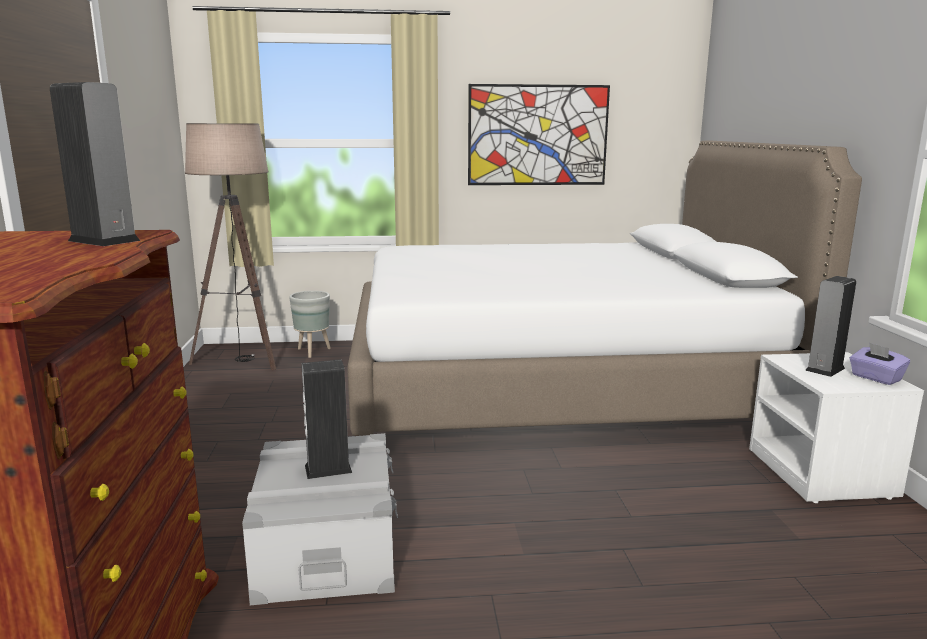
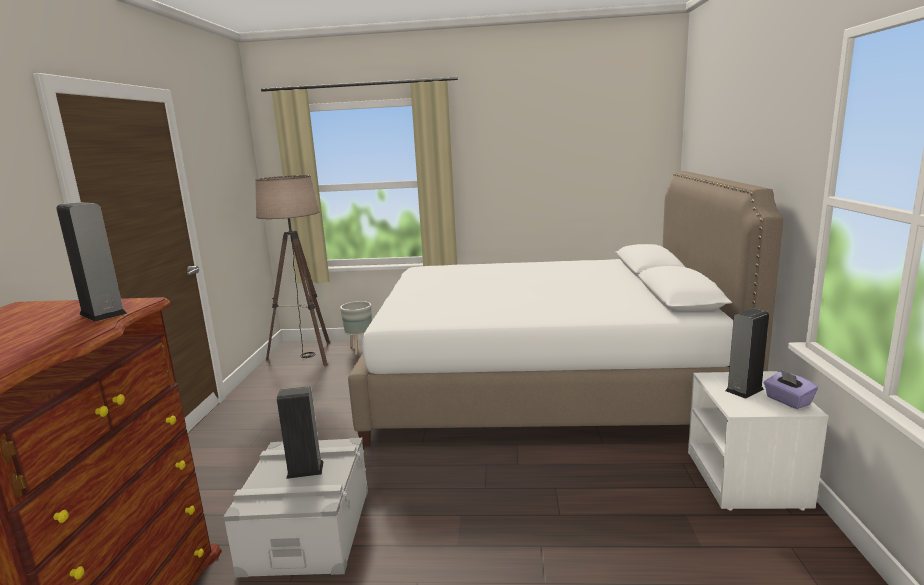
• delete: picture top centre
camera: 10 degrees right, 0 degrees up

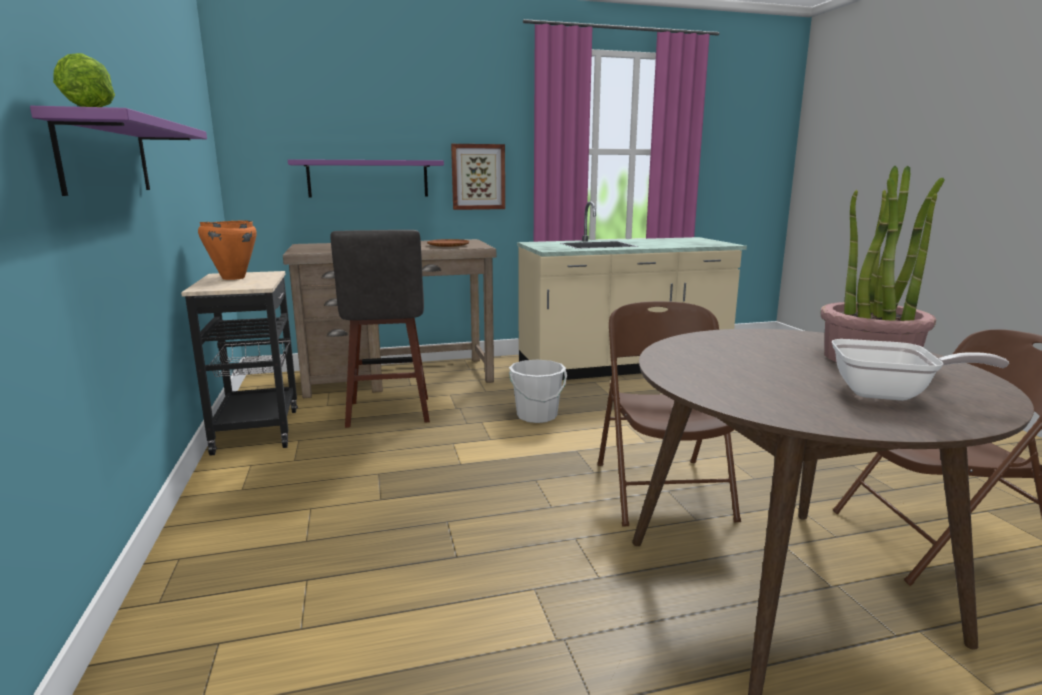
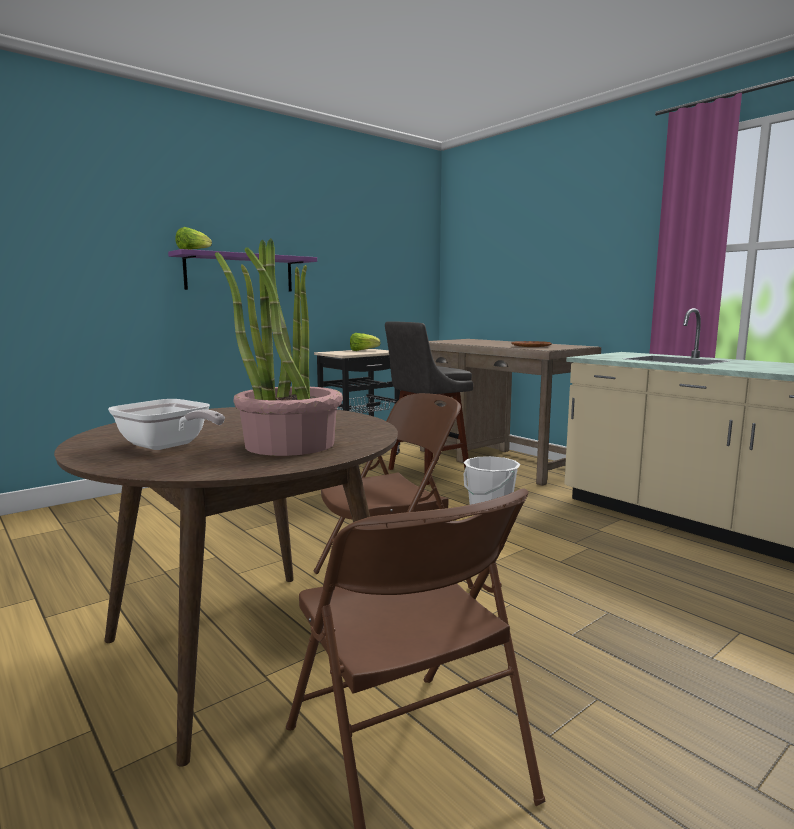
• delete: shelf in purple (2nd from left) top centre
• delete: picture top centre
• replace: cooking pot in orange middle left to lettuce (2nd from left) centre
• rotate: frying pan middle right = middle left 45 degrees counterclockwise
camera: 65 degrees right, 5 degrees down

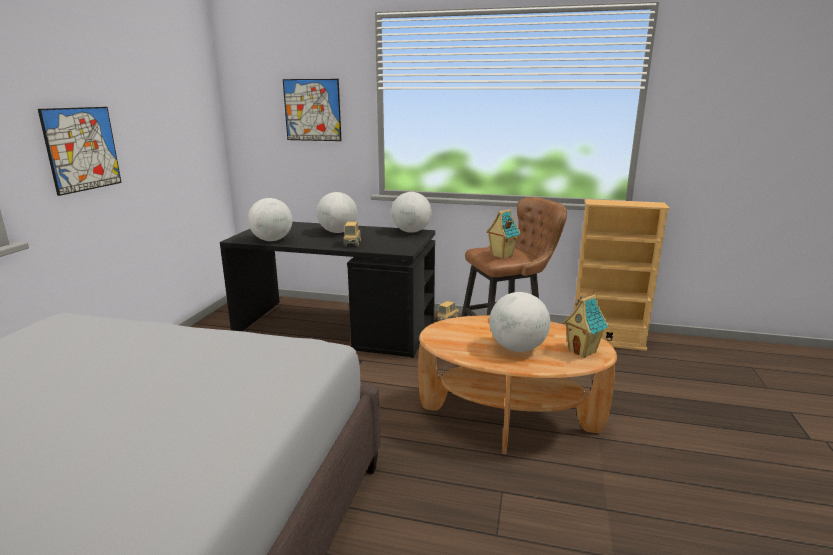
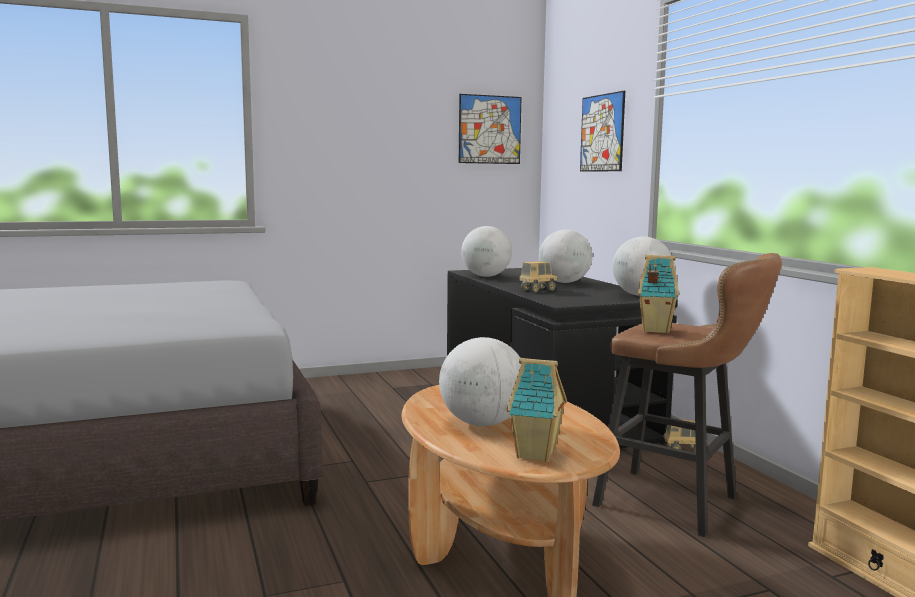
• move: picture (1st from left) top left to top centre
camera: 55 degrees right, 10 degrees down

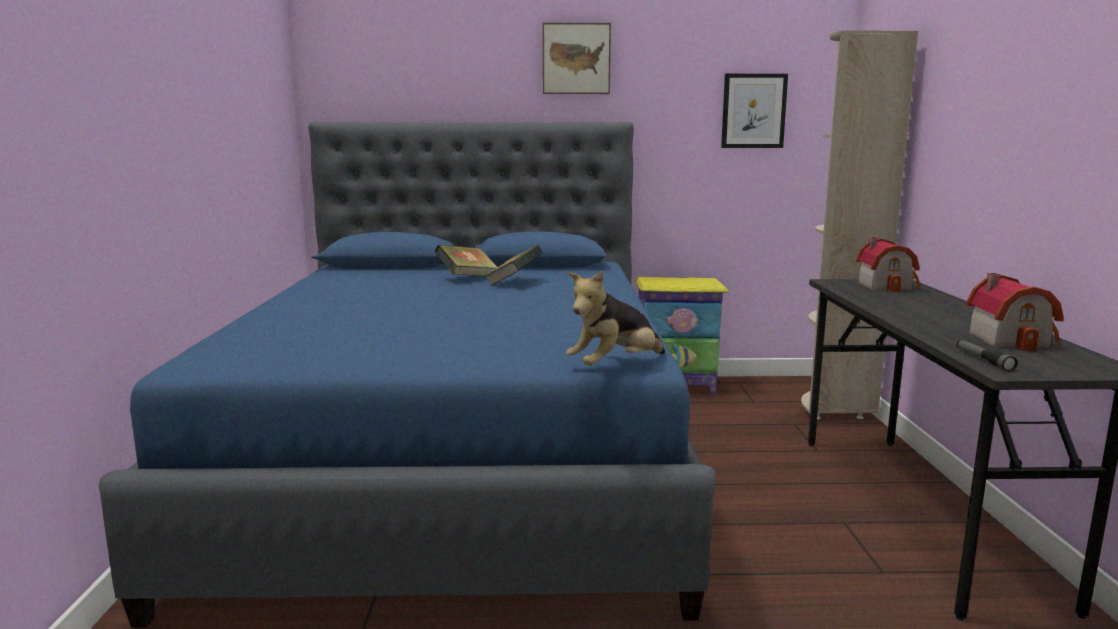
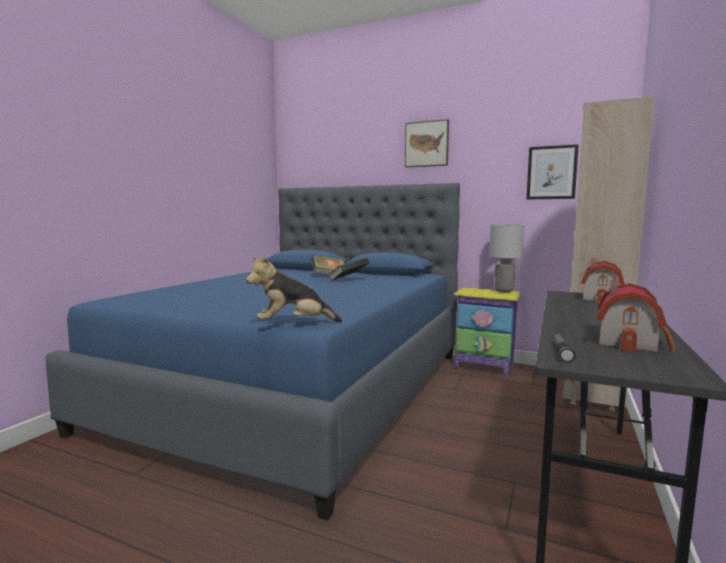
• insert: table lamp in grey middle right
camera: 25 degrees right, 5 degrees down

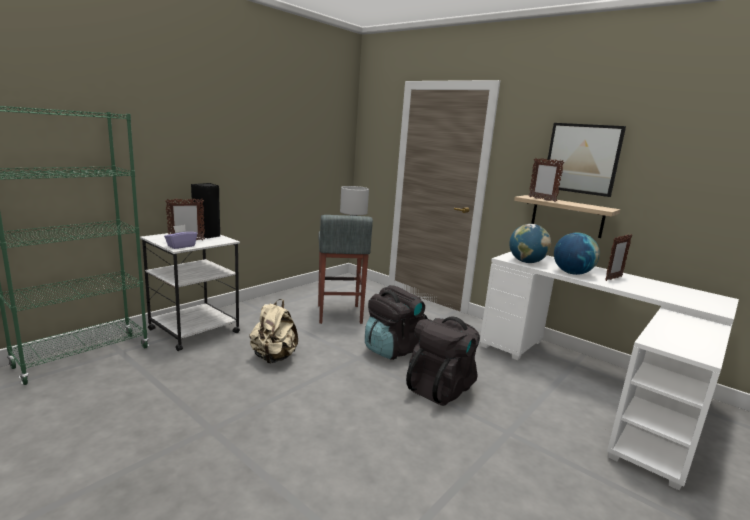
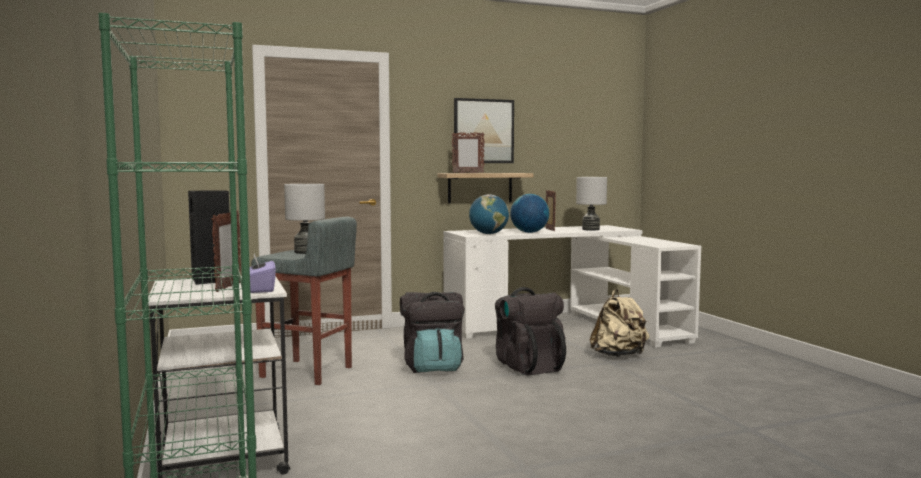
• insert: table lamp in grey (2nd from left) centre
• move: backpack in beige centre to bottom right
camera: 60 degrees left, 10 degrees down

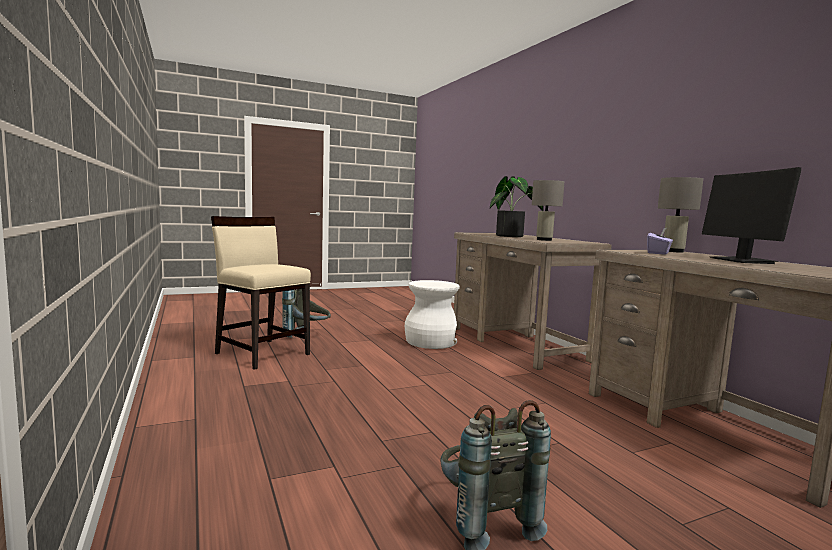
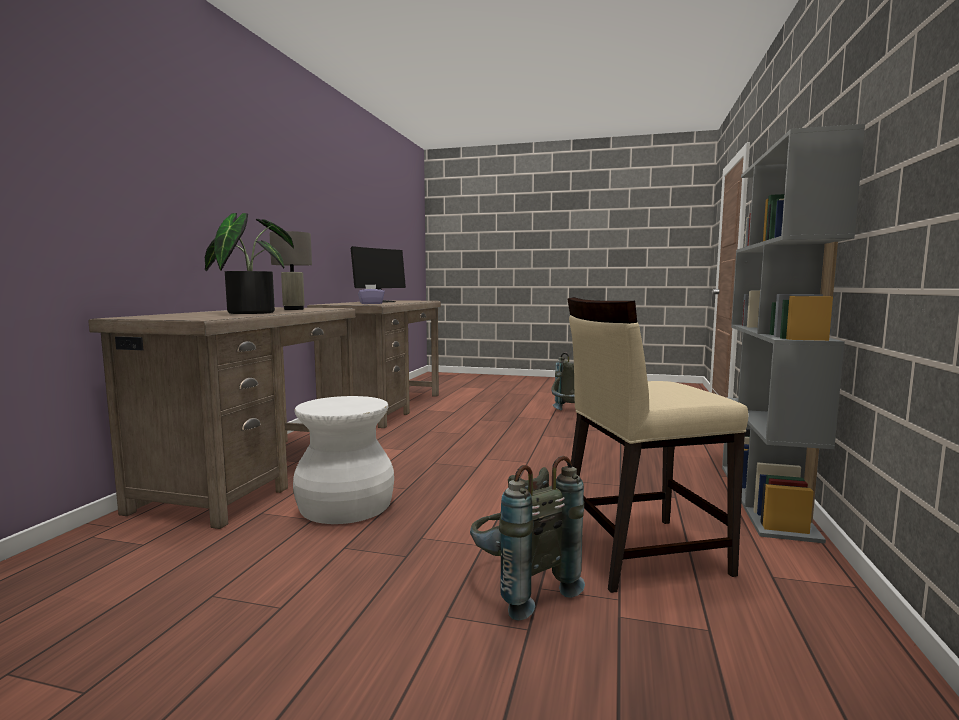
• delete: table lamp in grey (2nd from left) middle right
• insert: bookcase in grey middle right
• rotate: chair in beige middle left = middle right 90 degrees clockwise
camera: 140 degrees left, 0 degrees up

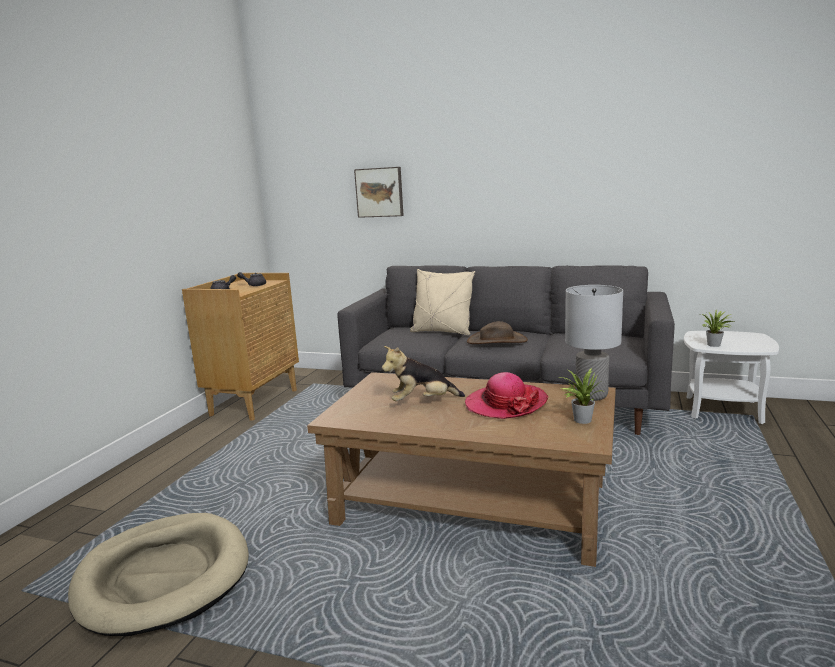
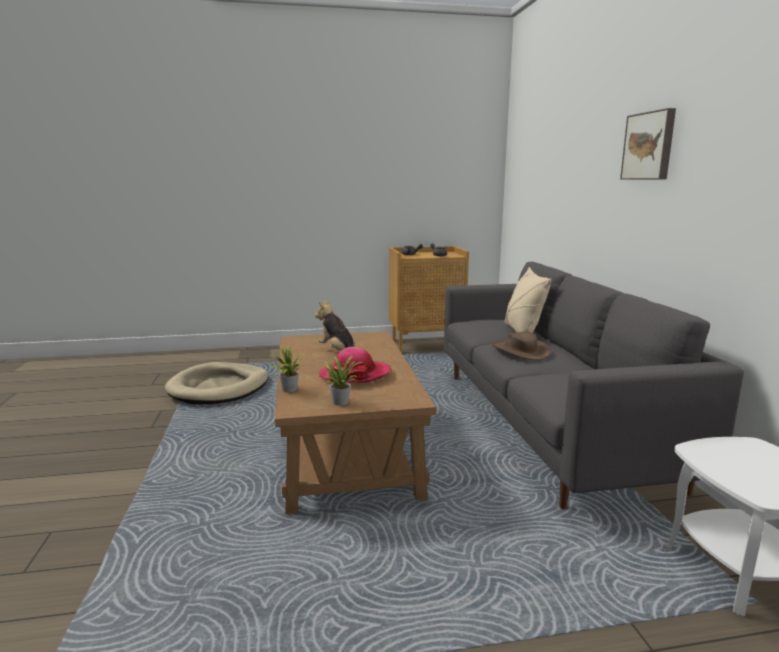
• delete: table lamp in grey middle right
• move: picture top centre to top right
• move: potted plant (2nd from left in the first image) middle right to potted plant (1st from left) centre
camera: 60 degrees right, 0 degrees up

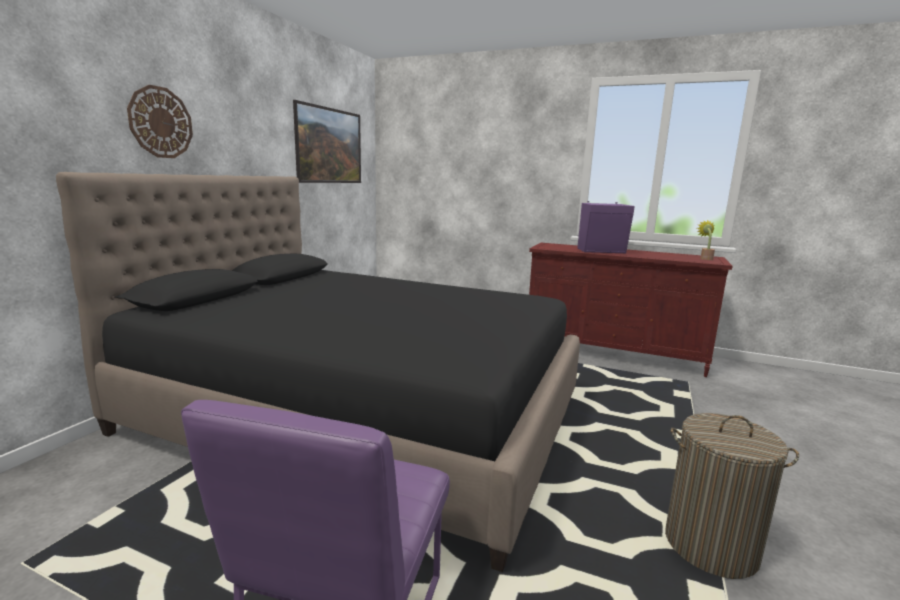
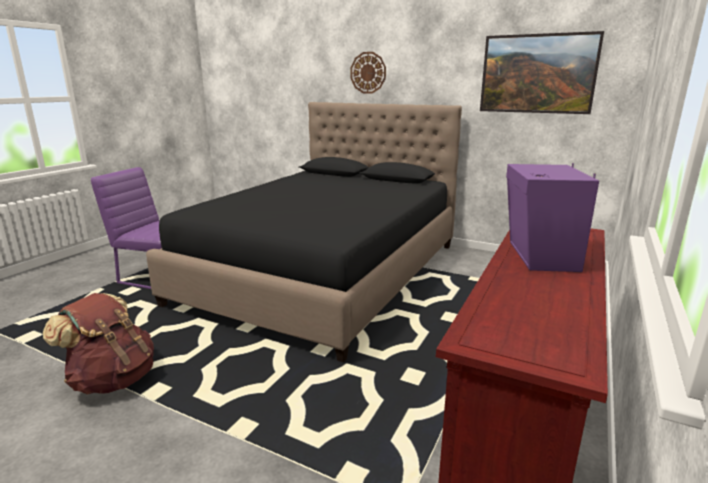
• delete: potted plant middle right
• replace: laundry basket bottom right to backpack in brown bottom left
camera: 95 degrees right, 5 degrees up

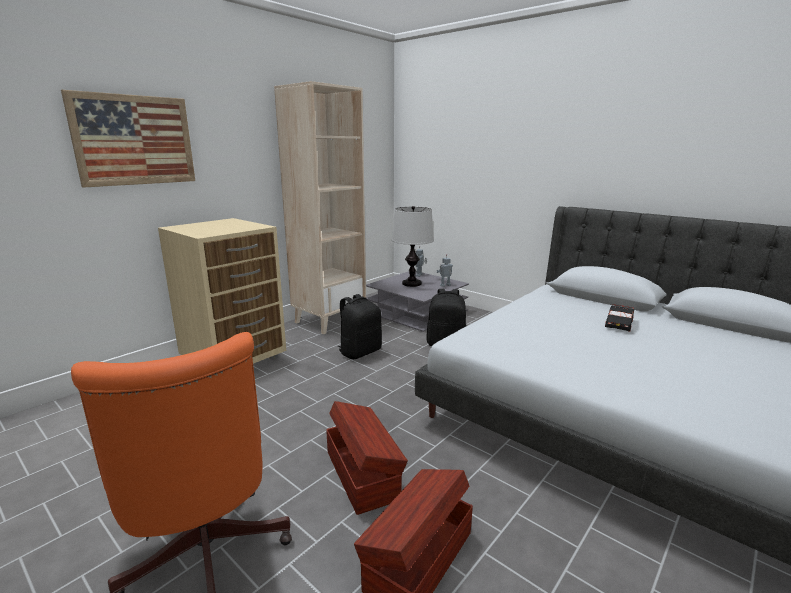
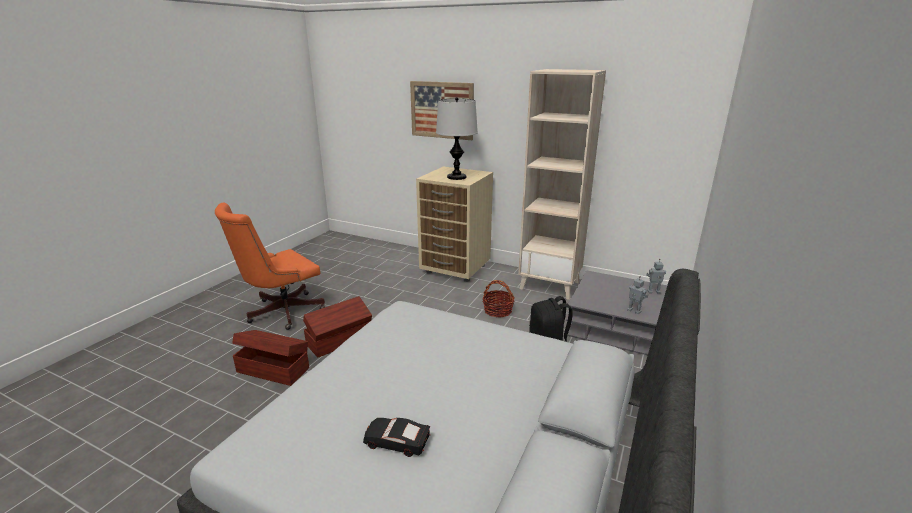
• move: table lamp centre to top centre
• move: toy car in black middle right to bottom centre
• replace: backpack in black (1st from left) centre to basket centre
camera: 75 degrees right, 5 degrees up

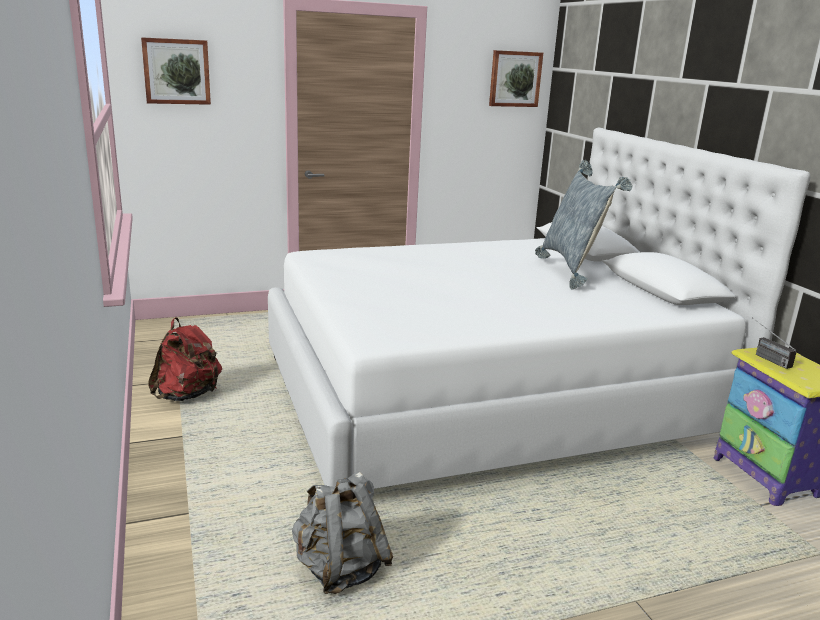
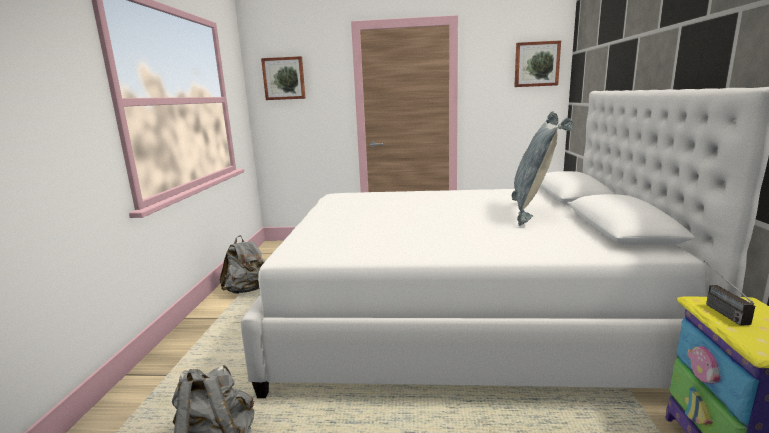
• recolor: backpack in red middle left to backpack in grey (2nd from left) middle left
camera: 25 degrees right, 5 degrees down

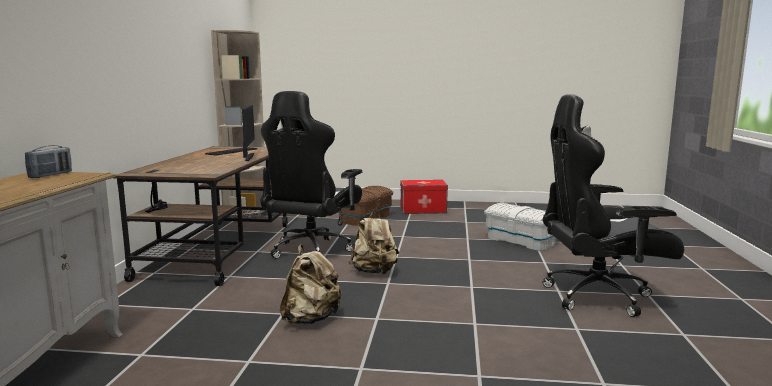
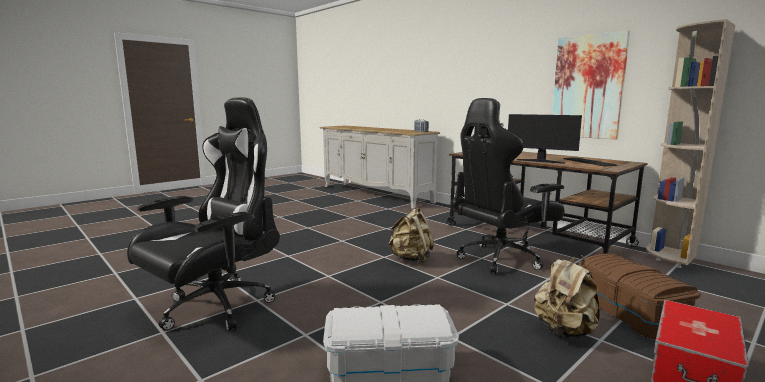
• insert: picture top right
• move: backpack in beige (1st from left in the first image) bottom centre to backpack in beige (2nd from left) bottom right
• rotate: office chair in black (1st from left in the first image) centre = centre 90 degrees counterclockwise
camera: 130 degrees right, 0 degrees up

